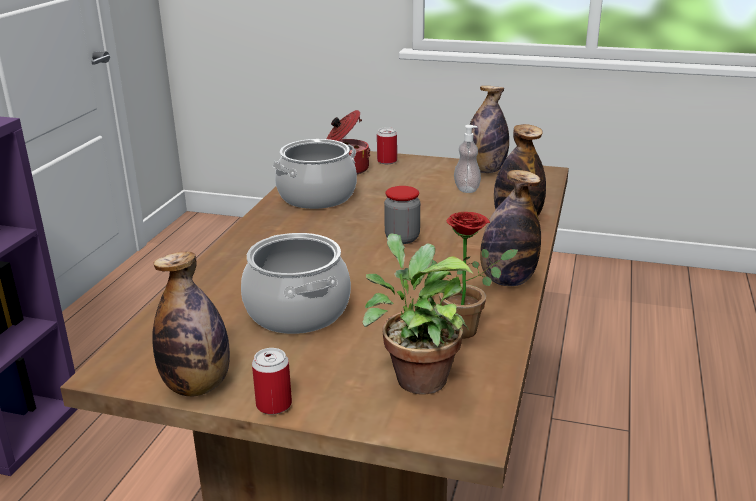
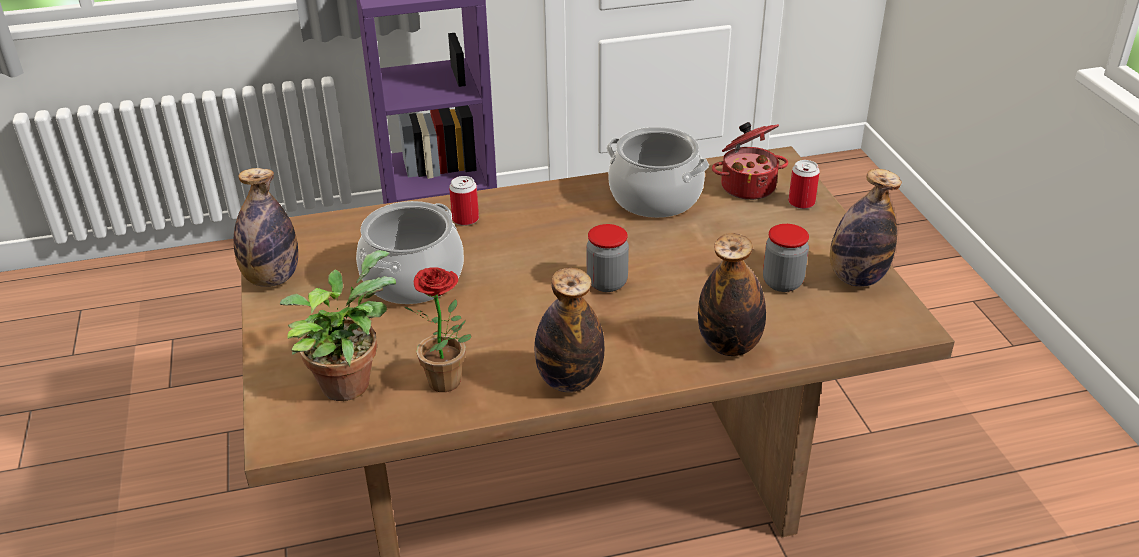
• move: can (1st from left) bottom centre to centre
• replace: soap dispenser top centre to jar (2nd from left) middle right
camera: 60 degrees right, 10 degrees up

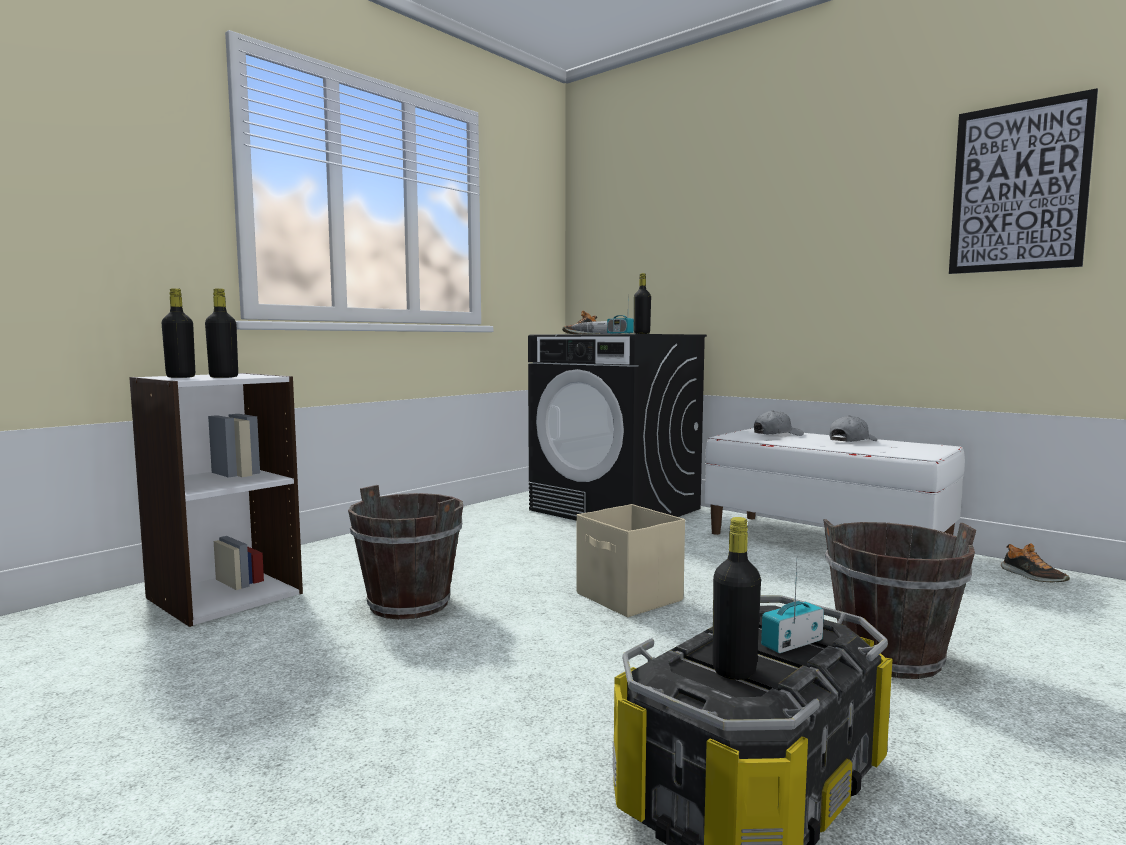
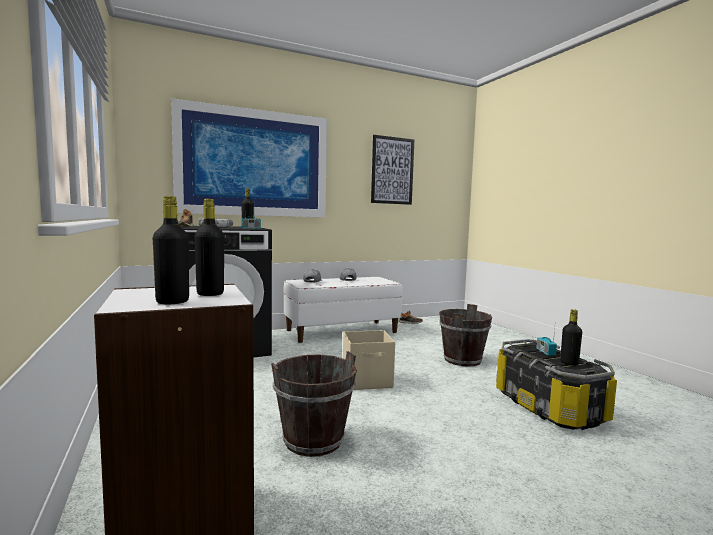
• insert: picture (1st from left) top centre
camera: 65 degrees left, 0 degrees up

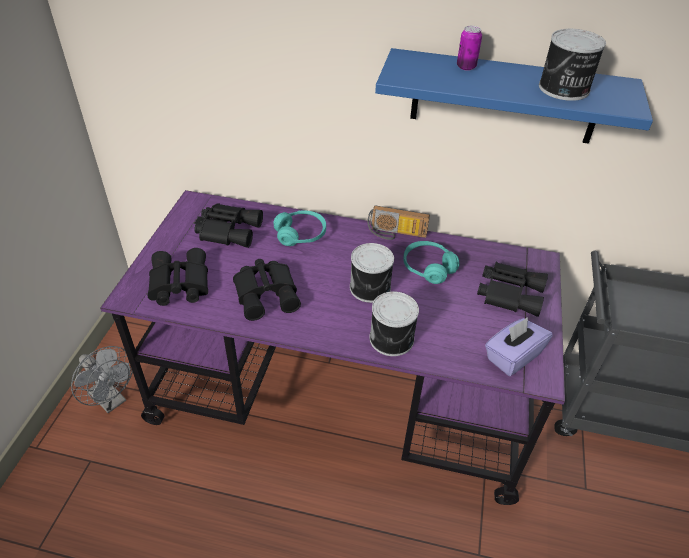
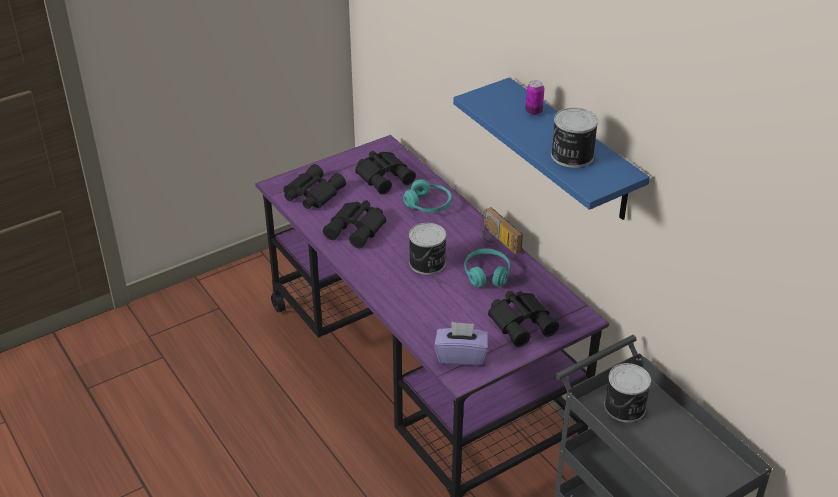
• delete: fan in grey bottom left
• move: can (2nd from left in the first image) centre to can (4th from left) bottom right
camera: 45 degrees right, 5 degrees down

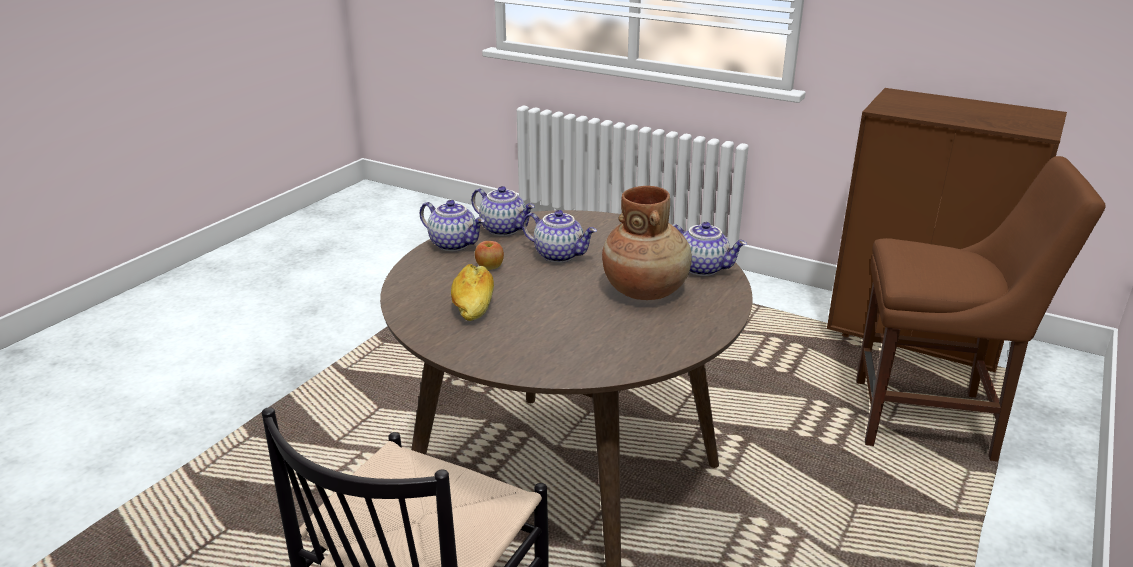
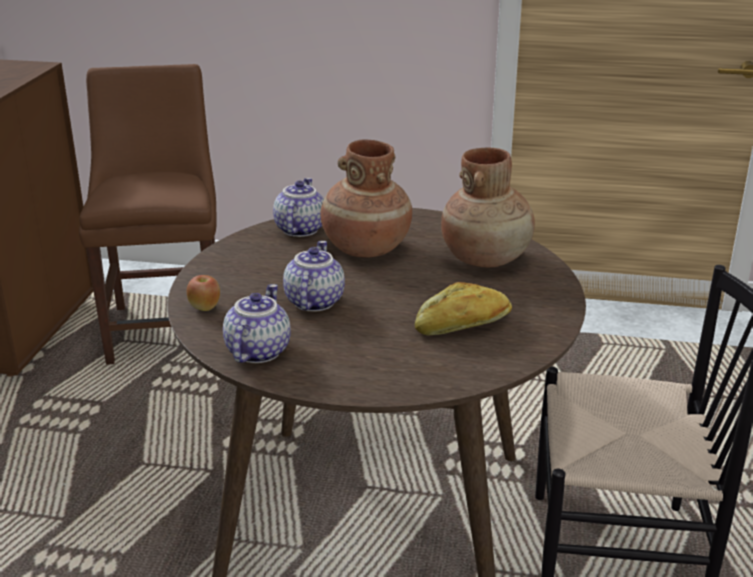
• delete: teapot (1st from left) centre
• insert: vase in brown (2nd from left) centre
• move: apple centre to middle left
camera: 110 degrees left, 0 degrees up

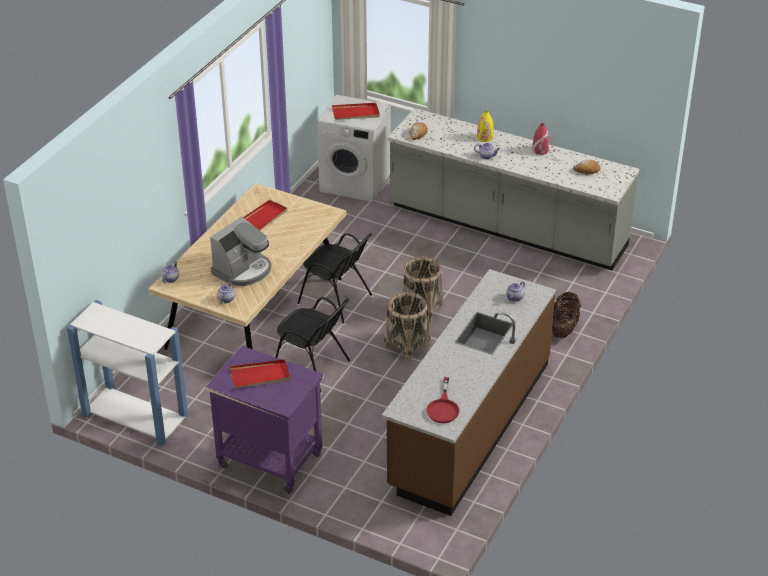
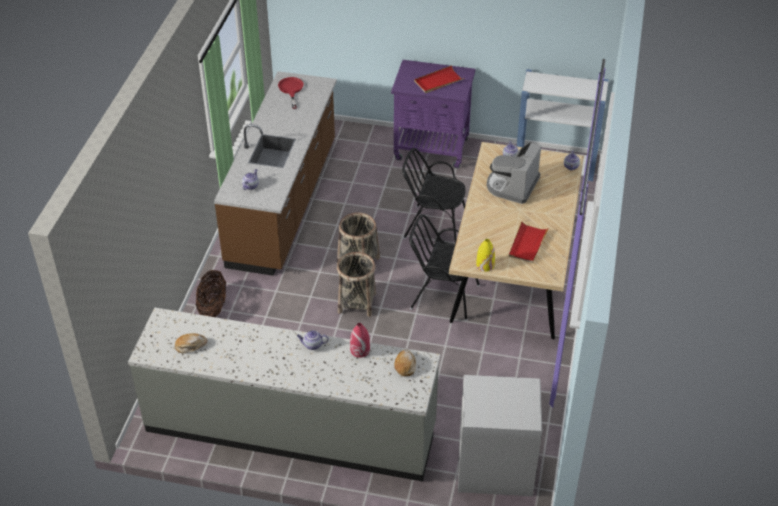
• delete: tray in red (3rd from left) top centre
• move: vase in yellow top centre to centre
• move: vase in red top right to bottom centre
camera: 165 degrees right, 5 degrees up

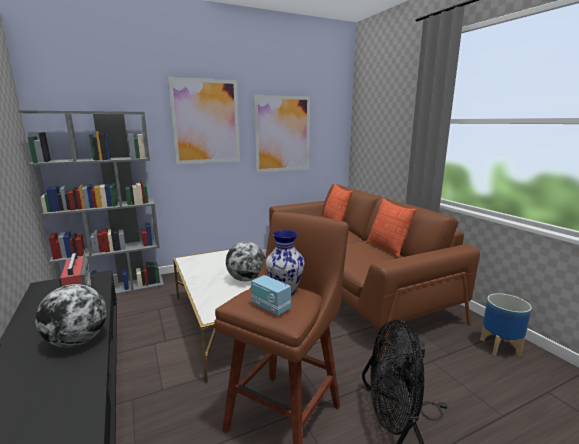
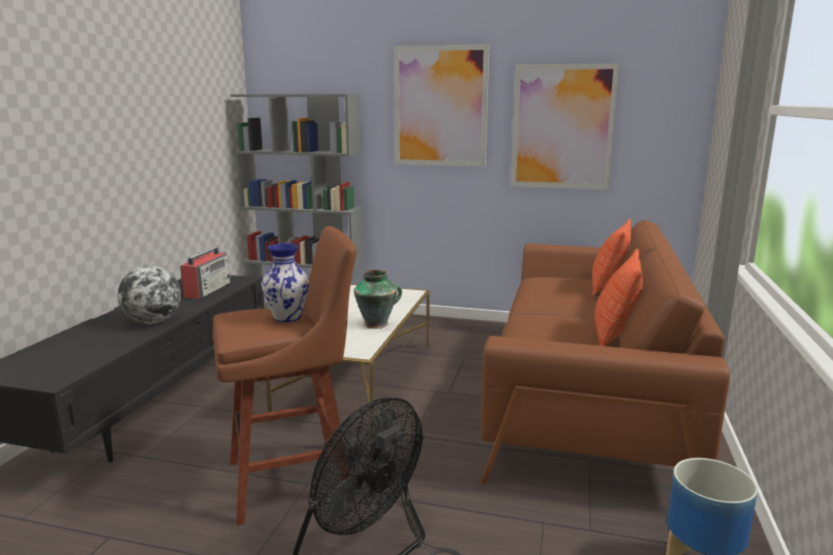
• delete: radio (2nd from left) centre
• replace: globe (2nd from left) centre to vase (2nd from left) centre
camera: 40 degrees right, 0 degrees up

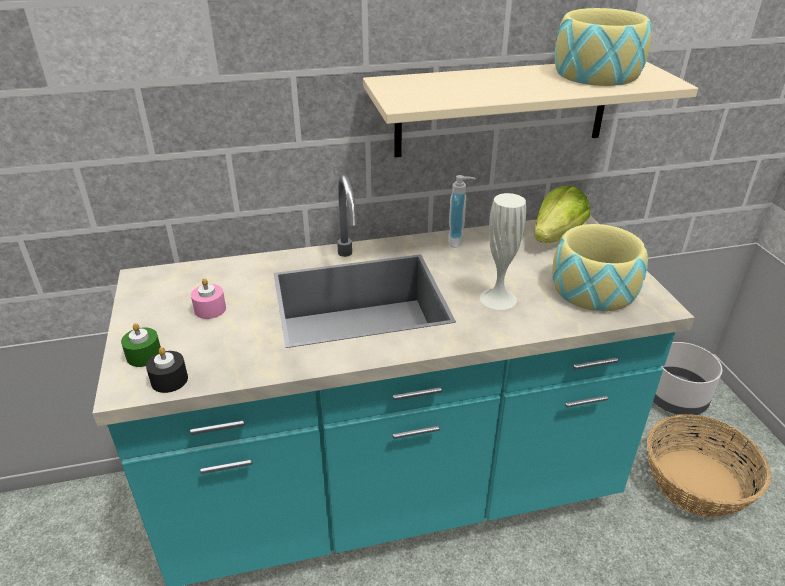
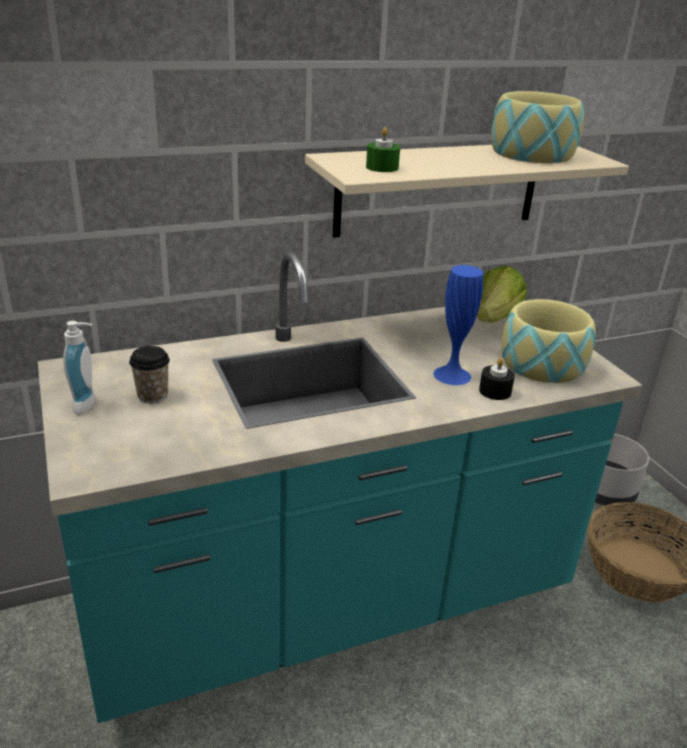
• move: candle in green middle left to top centre
• move: candle in black middle left to middle right
• move: soap dispenser centre to middle left
• replace: candle in pink middle left to cup middle left
• recolor: vase in white centre to vase in blue middle right
camera: 10 degrees left, 5 degrees down

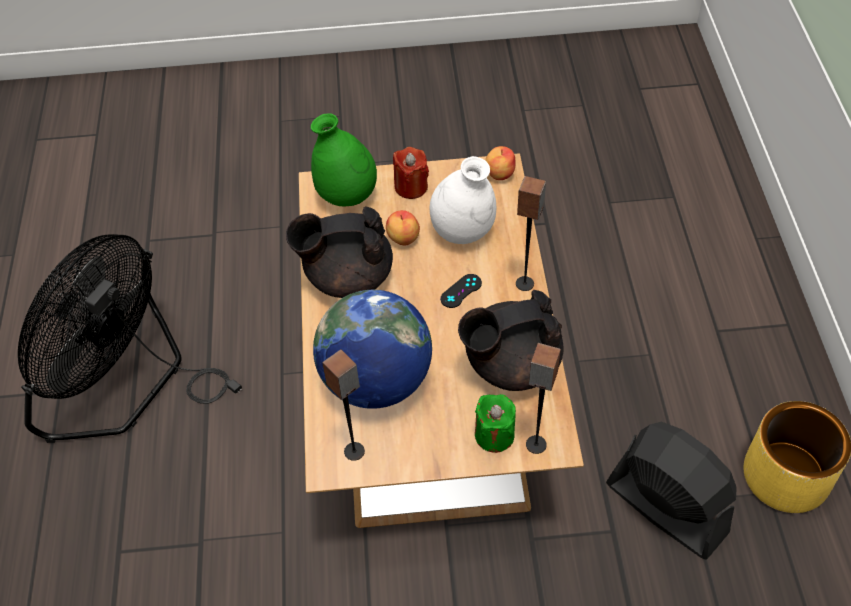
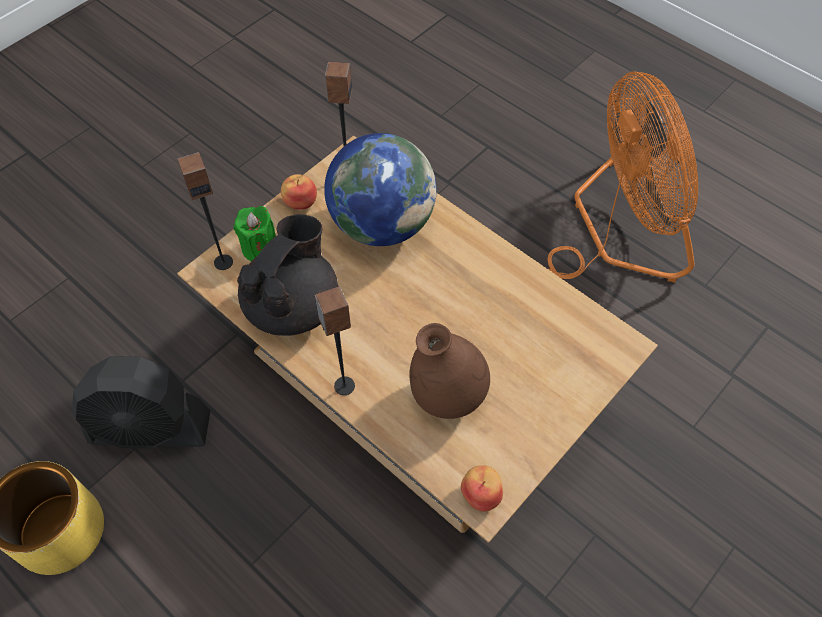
• delete: teapot in black (1st from left) centre
• delete: vase in green top centre
• delete: candle in red top centre
• delete: game controller in black centre
• move: apple (1st from left) centre to top centre
• recolor: fan in black (1st from left) middle left to fan in orange top right
• recolor: vase in white top centre to vase in brown centre
camera: 135 degrees right, 5 degrees up

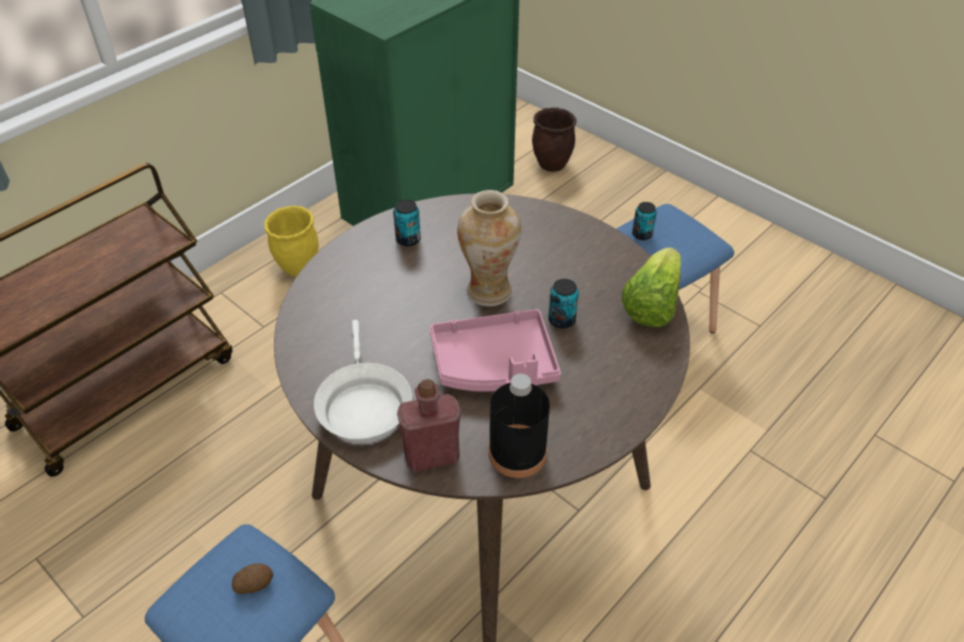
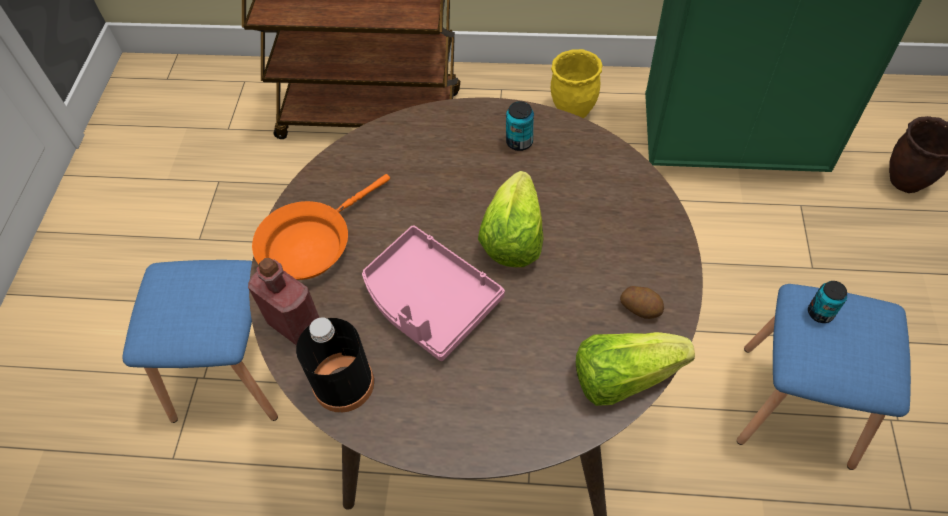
• delete: can (2nd from left) centre
• move: potato bottom left to middle right
• replace: vase centre to lettuce (1st from left) centre
• recolor: frying pan in white centre to frying pan in orange centre
camera: 55 degrees right, 10 degrees up

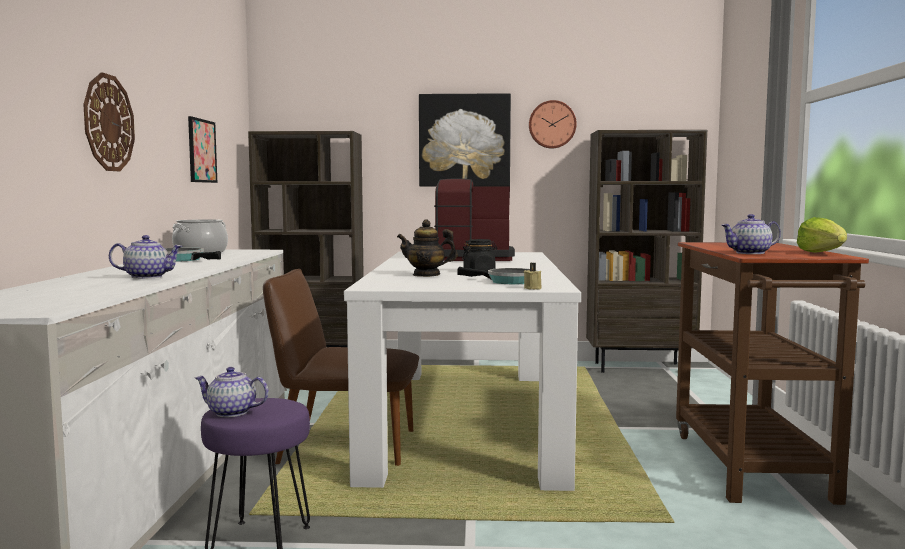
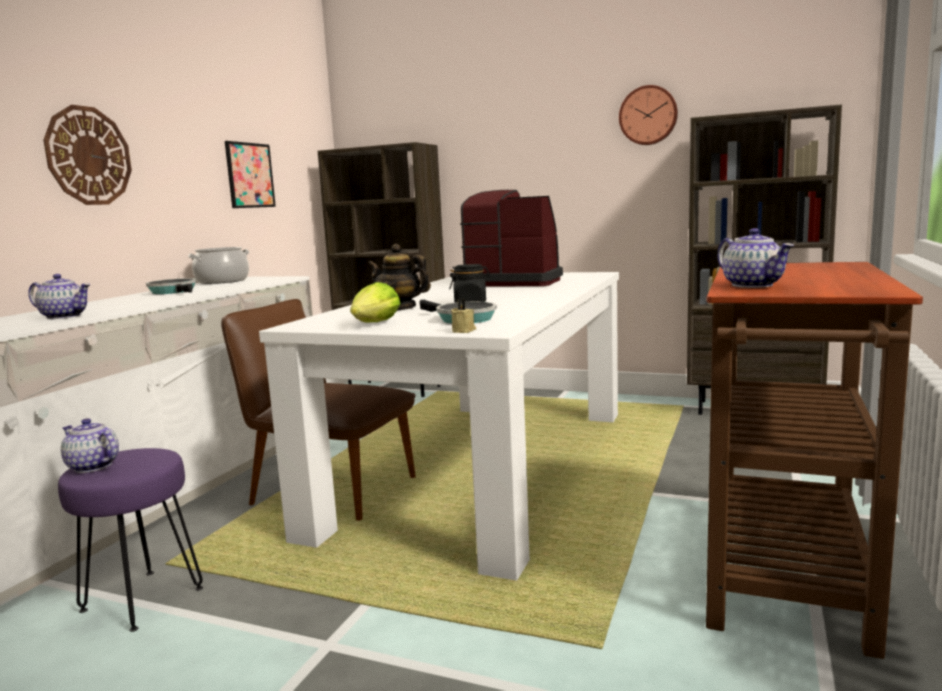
• delete: picture (2nd from left) top centre
• move: lettuce middle right to centre
• rotate: teapot (4th from left) middle right = middle right 120 degrees counterclockwise
camera: 20 degrees right, 5 degrees up

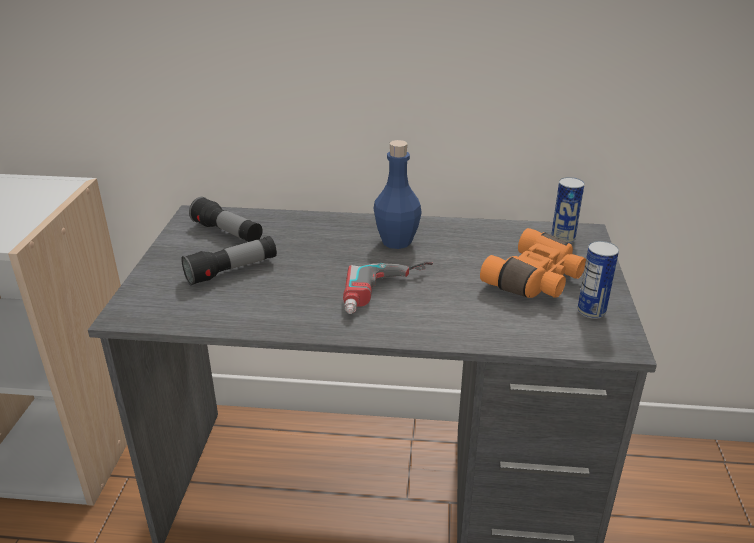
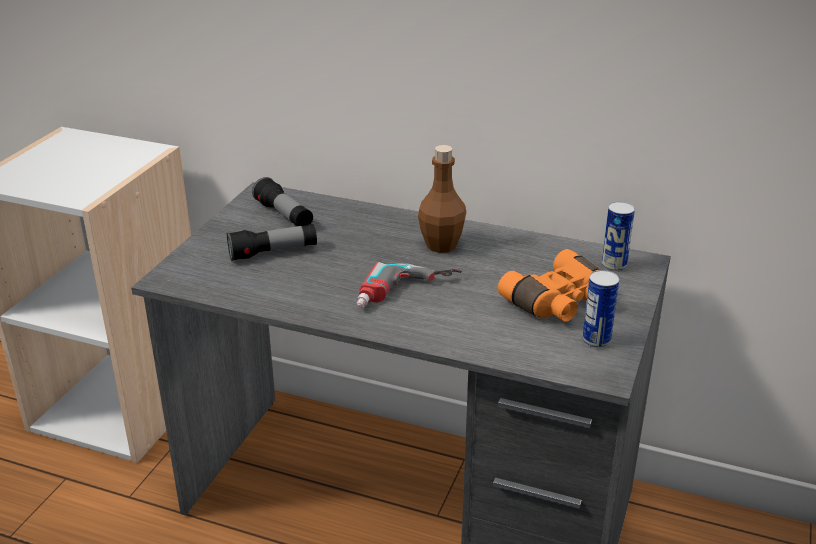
• recolor: bottle in blue centre to bottle in brown centre
camera: 15 degrees right, 0 degrees up

